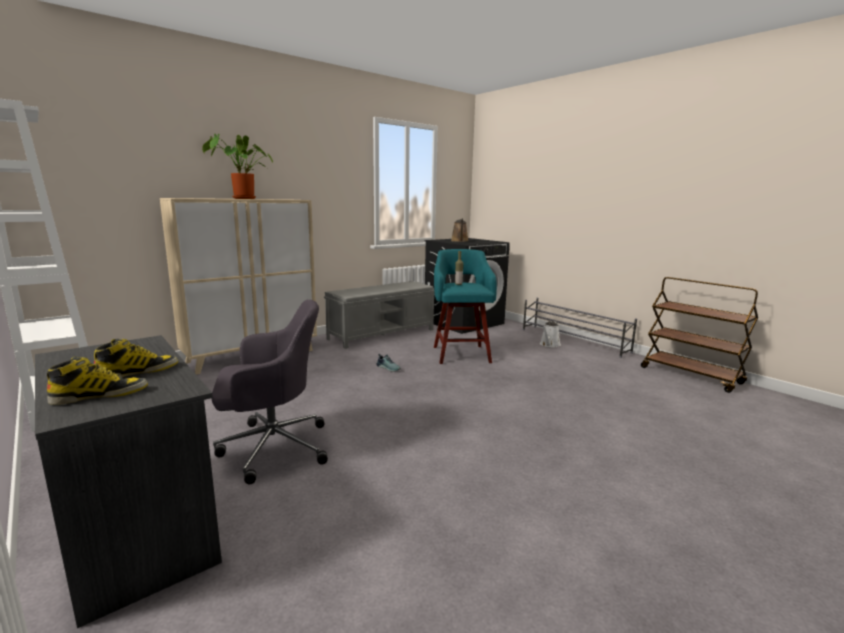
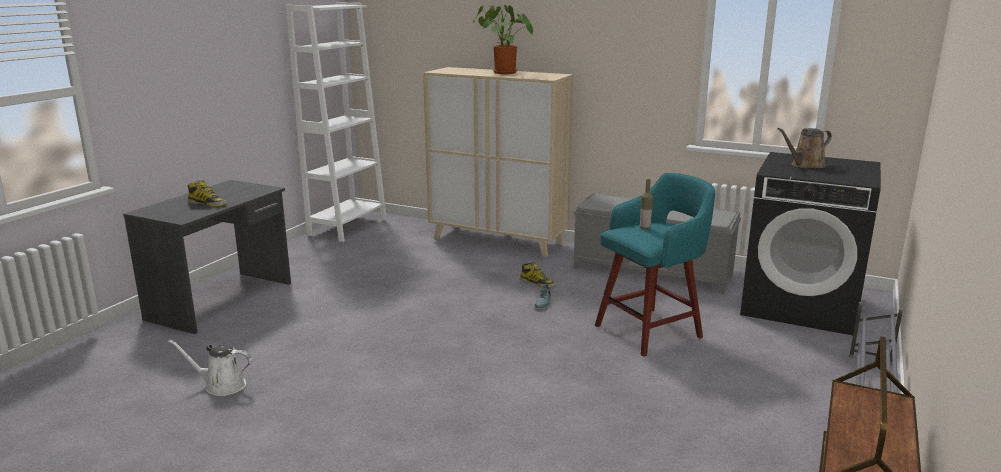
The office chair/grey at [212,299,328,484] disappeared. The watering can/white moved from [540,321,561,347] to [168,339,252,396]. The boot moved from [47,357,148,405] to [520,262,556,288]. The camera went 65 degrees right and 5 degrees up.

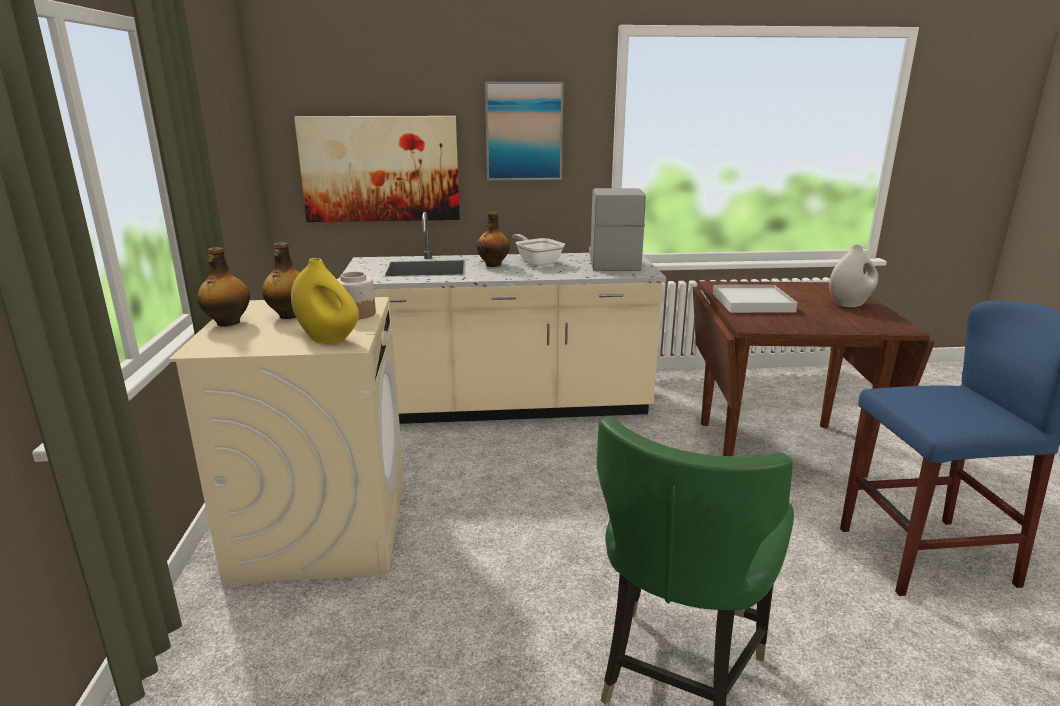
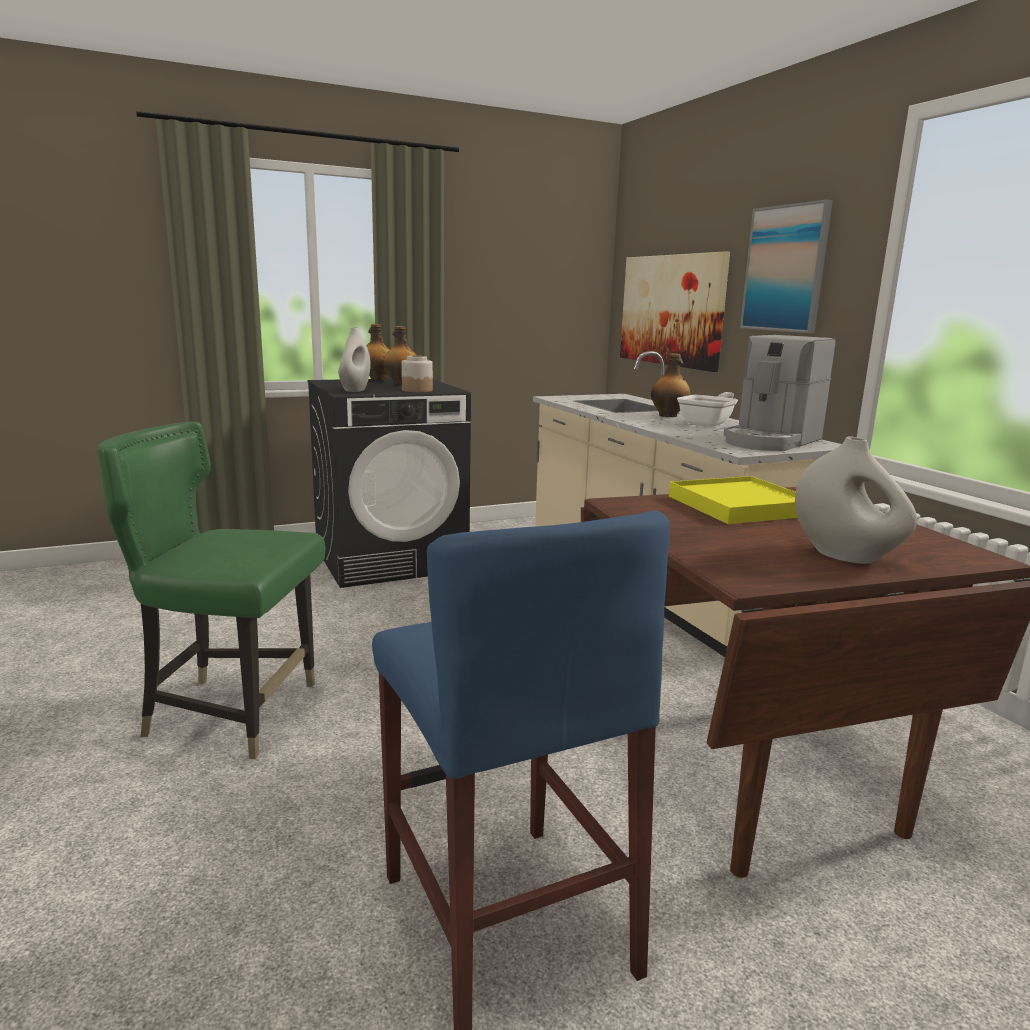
The coffee machine at [589,188,646,271] turned 150 degrees clockwise. The vase/yellow at [291,258,359,344] became the vase/white at [338,327,371,392]. The tray/white at [713,285,798,313] became the tray/yellow at [669,476,798,524]. The washing machine/beige at [169,297,404,584] became the washing machine/black at [307,379,471,588]. The camera went 70 degrees right and 5 degrees down.

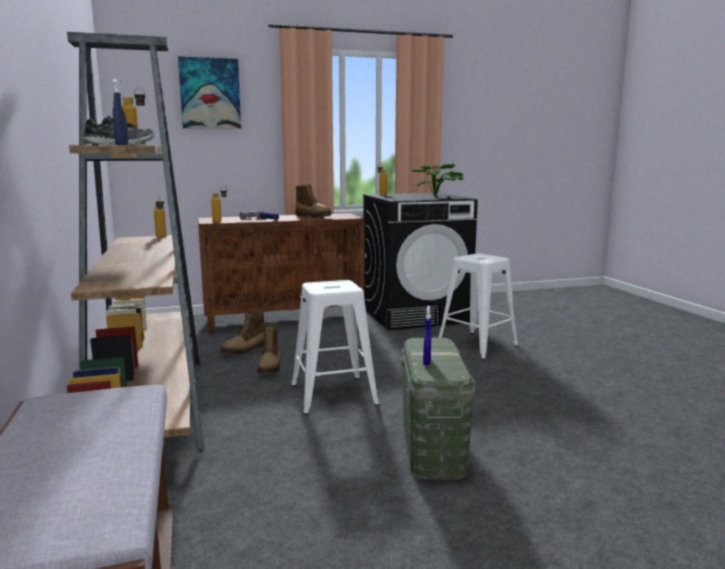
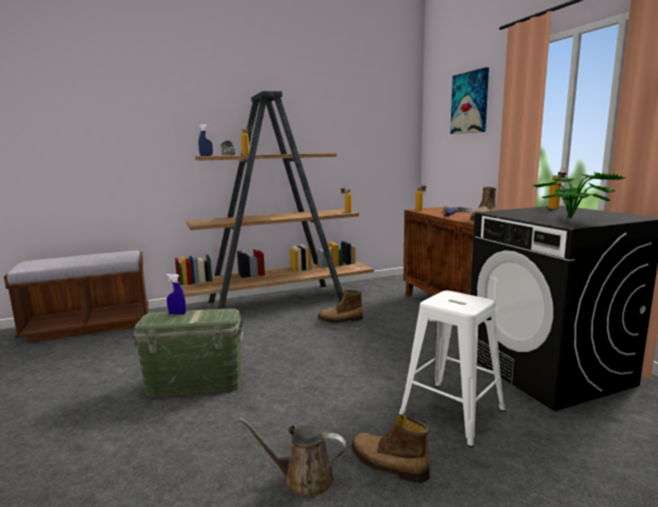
The stool/white at [291,280,380,415] disappeared. The boot moved from [220,311,265,355] to [351,414,430,483]. The watering can/brown at [239,418,347,498] appeared. The camera went 85 degrees right and 0 degrees up.

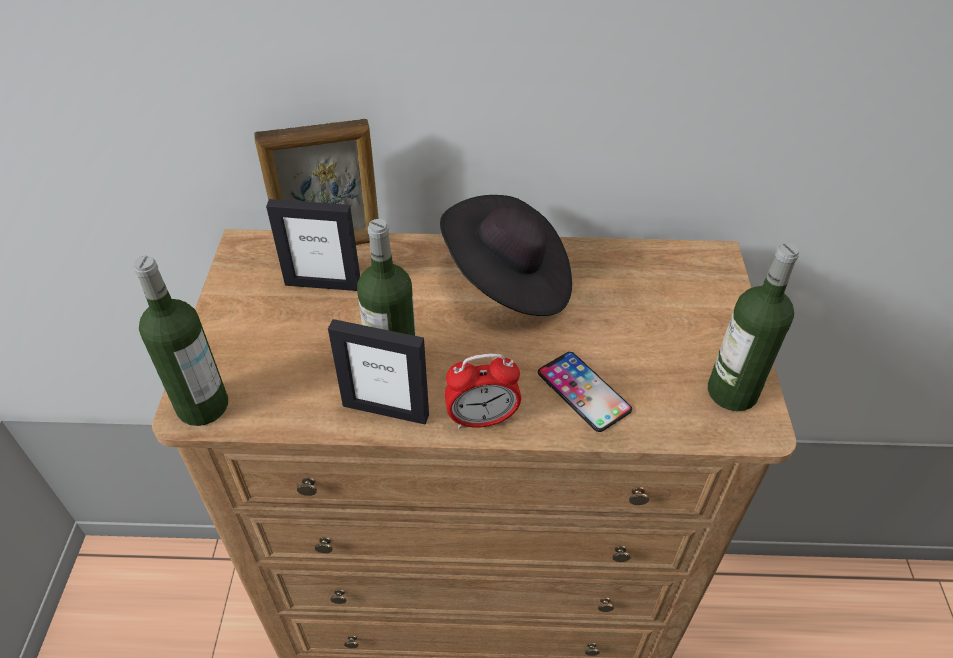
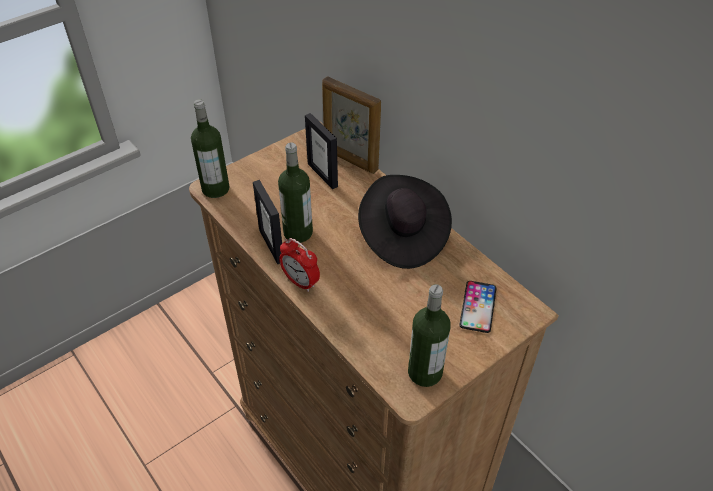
The phone moved from [538,352,632,432] to [459,281,497,333]. The camera went 50 degrees right and 0 degrees up.

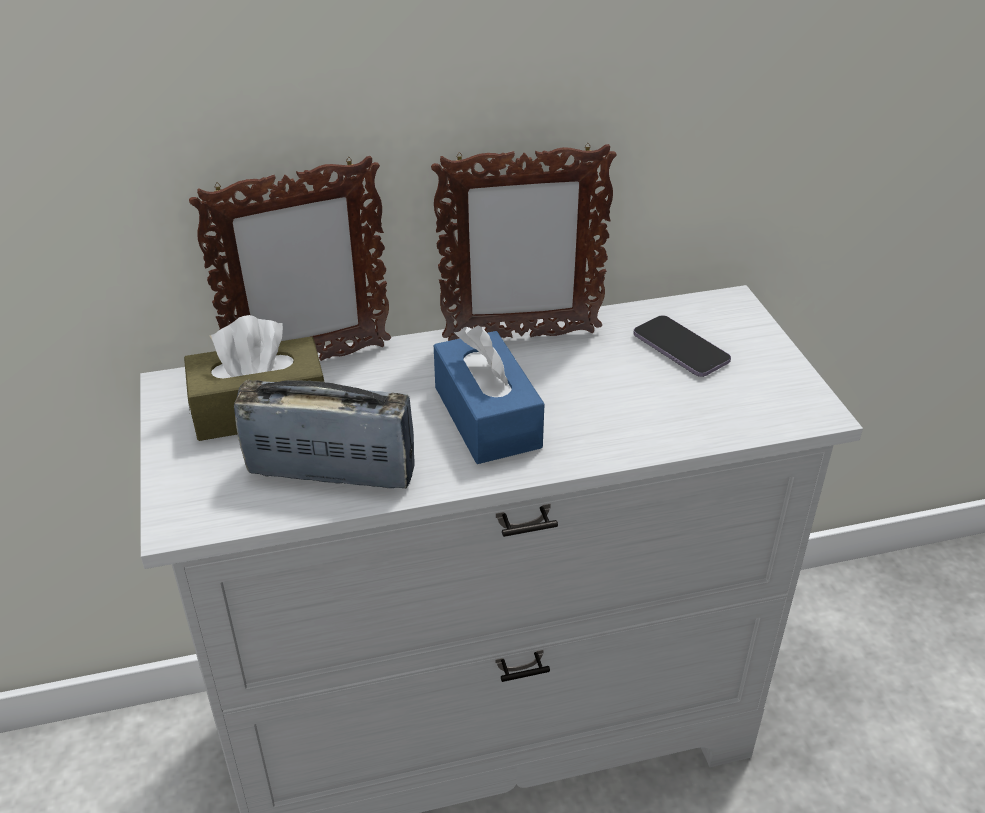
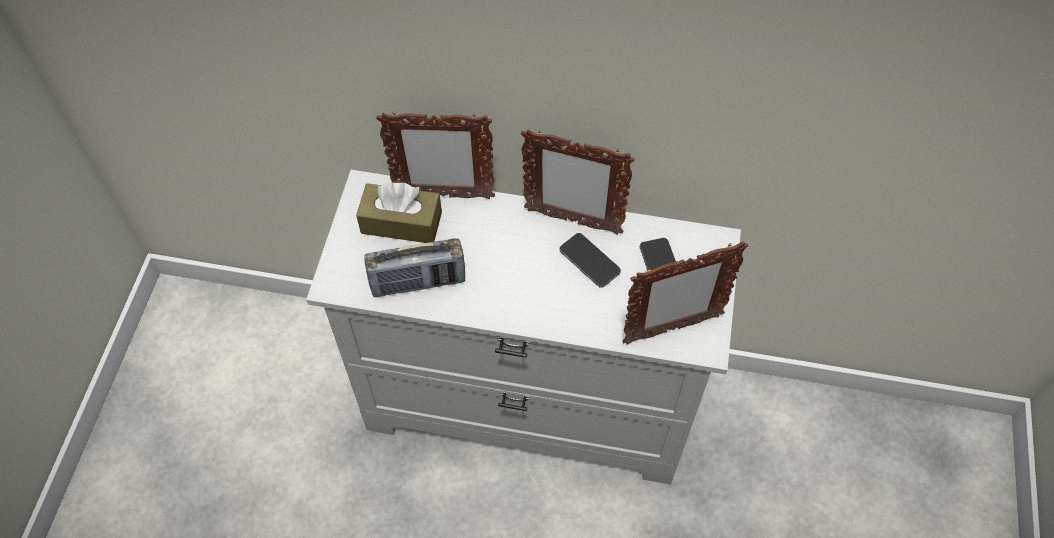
The tissue box/blue at [434,325,544,464] disappeared. The radio at [234,380,415,488] turned 135 degrees clockwise. The phone at [560,233,621,288] appeared. The picture frame at [622,241,748,345] appeared. The camera went 25 degrees right and 20 degrees up.

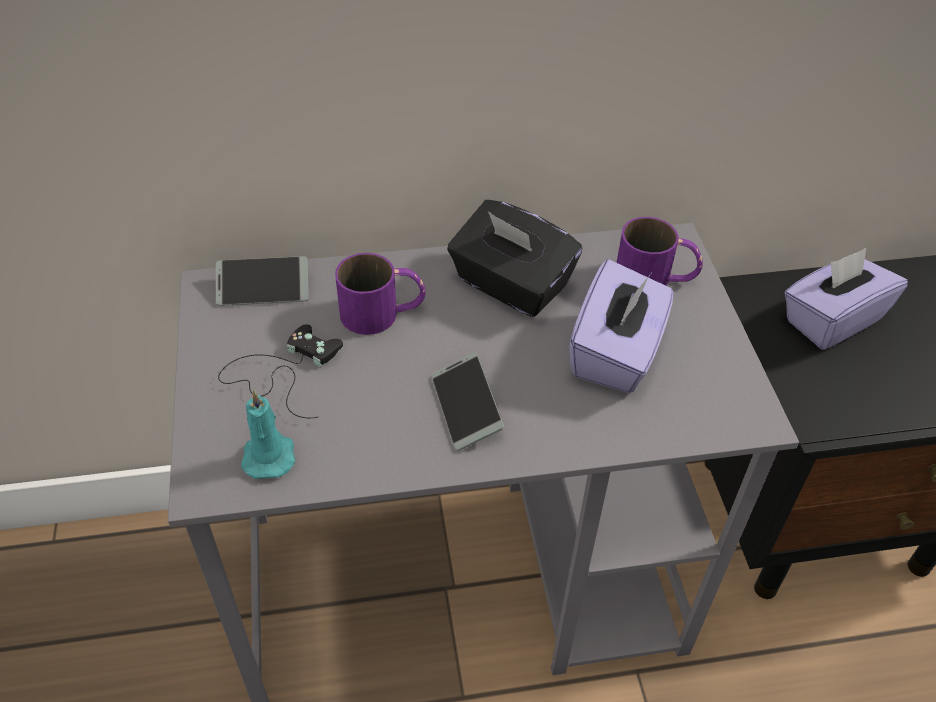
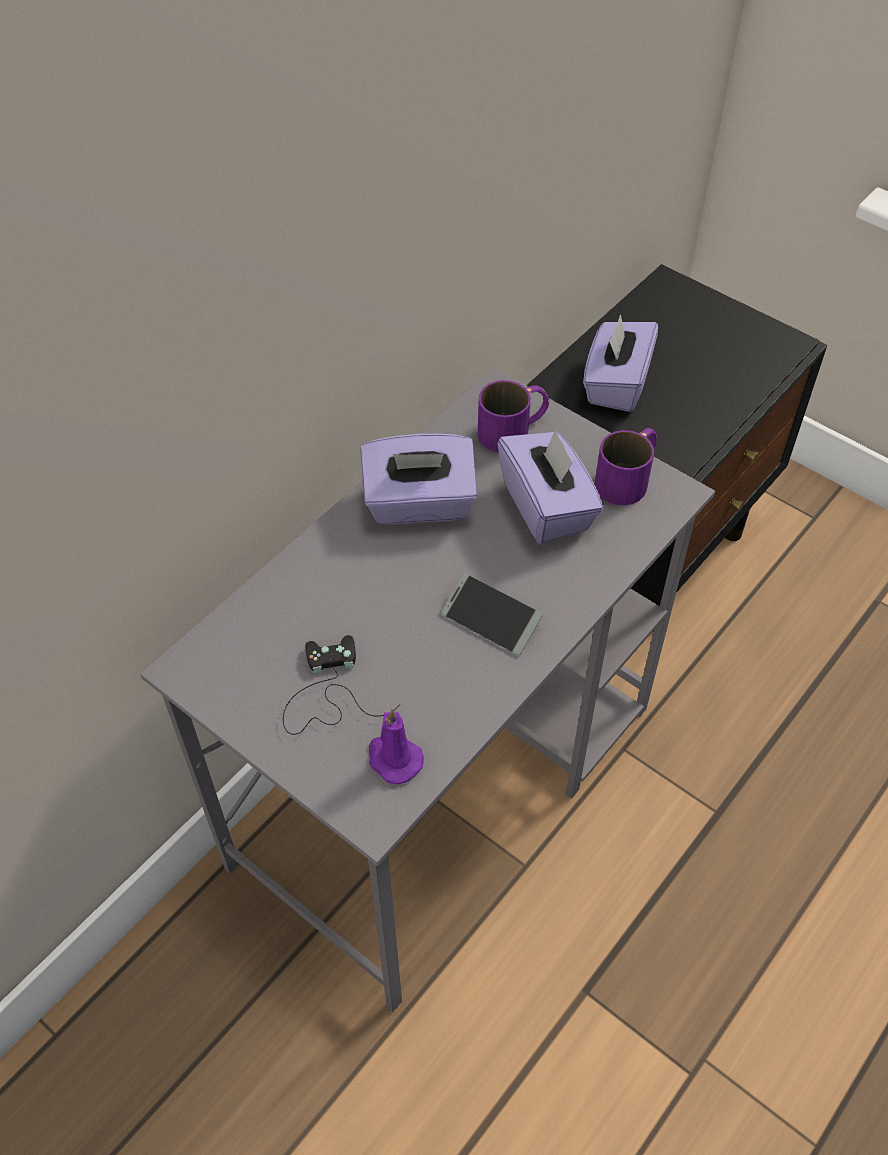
The tissue box/black at [447,200,582,317] became the tissue box/purple at [361,434,477,525]. The mug/purple moved from [335,253,426,335] to [595,428,657,505]. The phone at [216,256,309,306] disappeared. The candle/turquoise at [241,390,295,479] became the candle/purple at [369,709,424,784]. The camera went 40 degrees left and 5 degrees up.

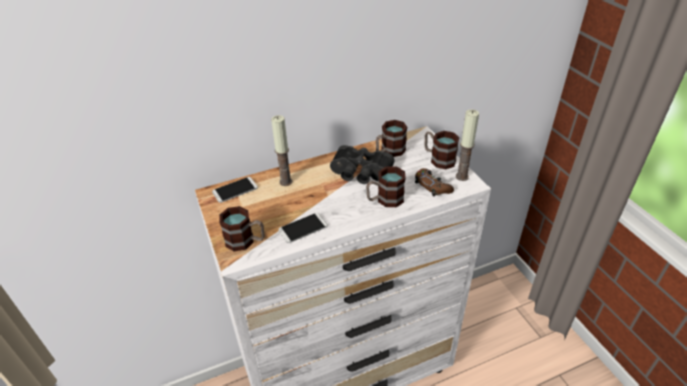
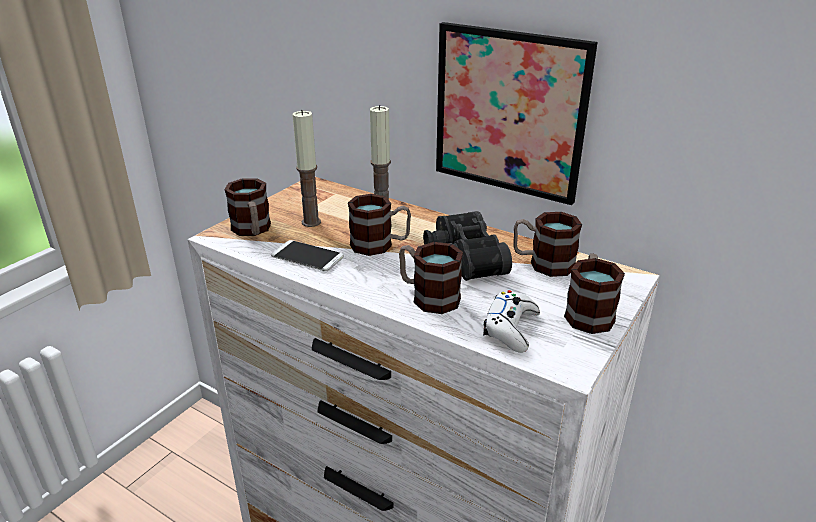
The candle moved from [456,109,479,181] to [292,110,321,227]. The game controller/brown at [415,168,454,197] became the game controller/white at [483,290,540,353]. The phone at [212,177,258,203] disappeared. The picture at [436,22,598,205] appeared. The mug at [348,194,411,256] appeared. The camera went 55 degrees right and 10 degrees down.

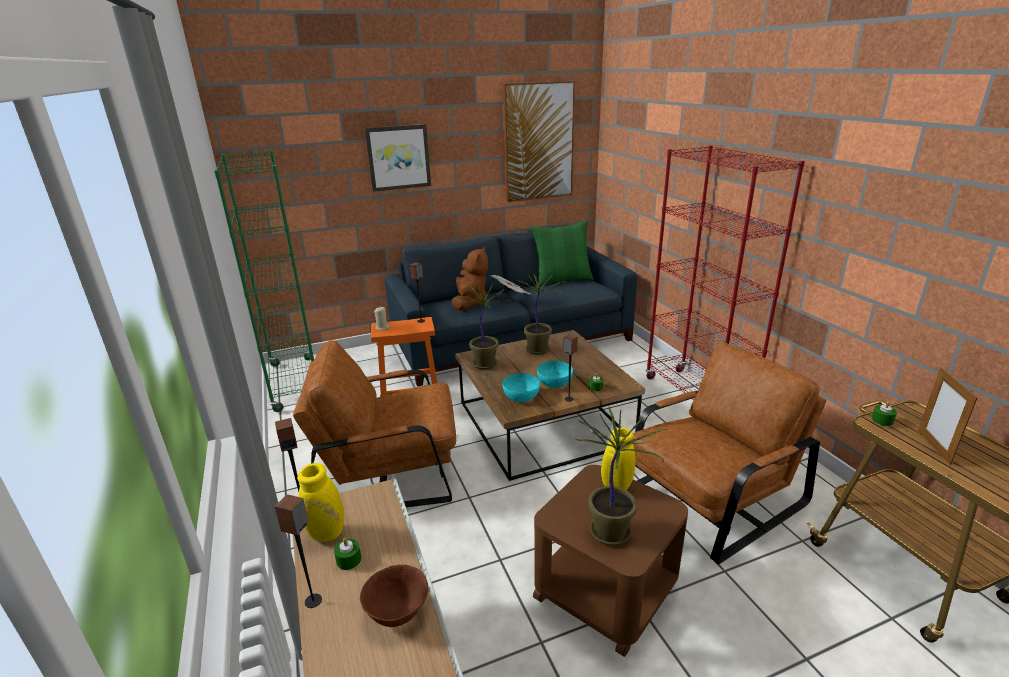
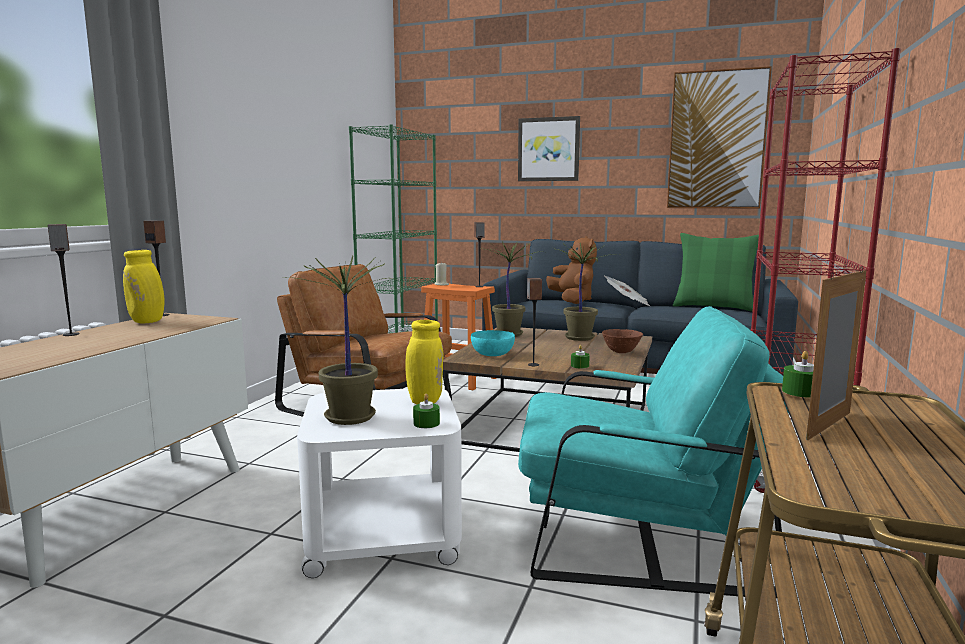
The plush toy/brown at [452,247,488,310] turned 60 degrees counterclockwise. The armchair/brown at [632,343,826,565] became the armchair/turquoise at [518,306,789,598]. The bowl/turquoise at [537,361,573,388] disappeared. The side table/brown at [533,465,688,657] became the side table/white at [297,388,462,578]. The candle/green moved from [334,538,362,570] to [413,393,440,428]. The bowl/brown moved from [360,564,428,627] to [602,329,643,353]. The camera went 40 degrees right and 15 degrees down.

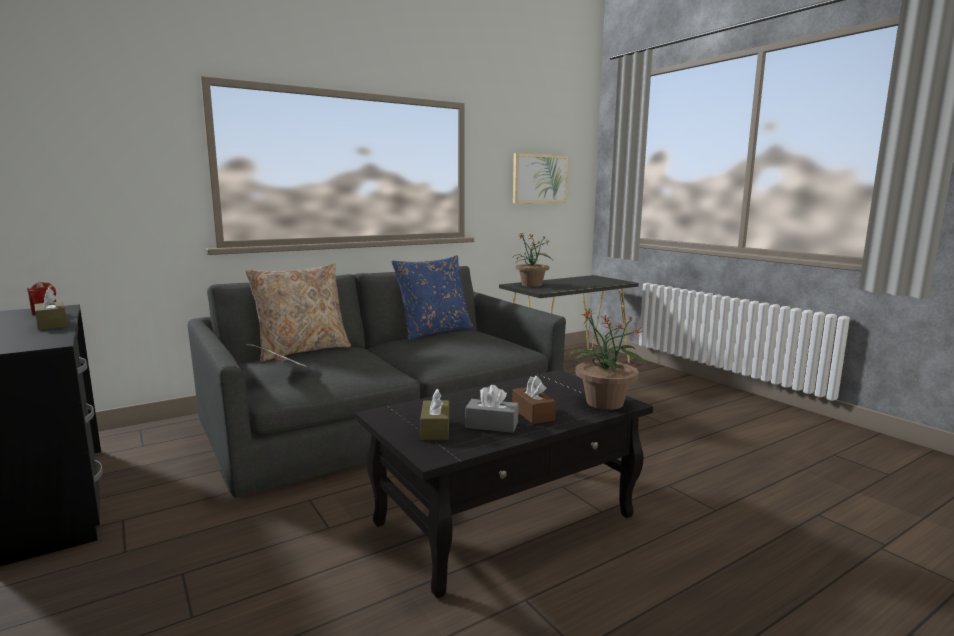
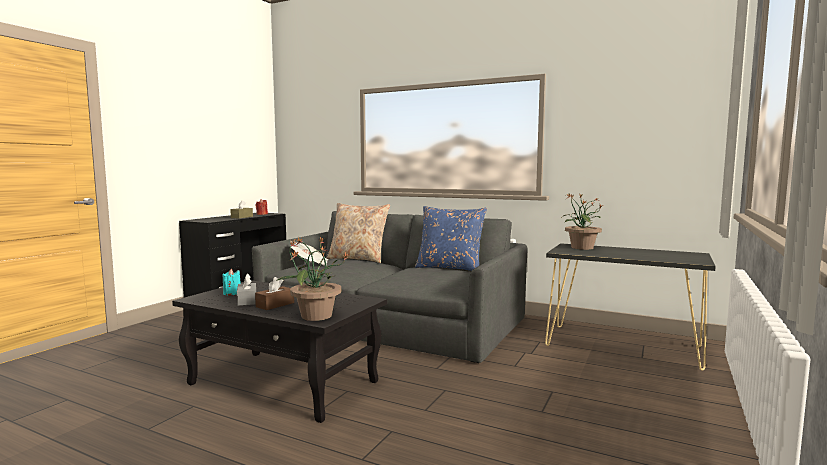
The picture at [513,153,568,203] disappeared. The tissue box/brown at [420,389,449,440] was replaced by the candle/turquoise at [222,269,241,296]. The camera went 60 degrees right and 5 degrees down.

